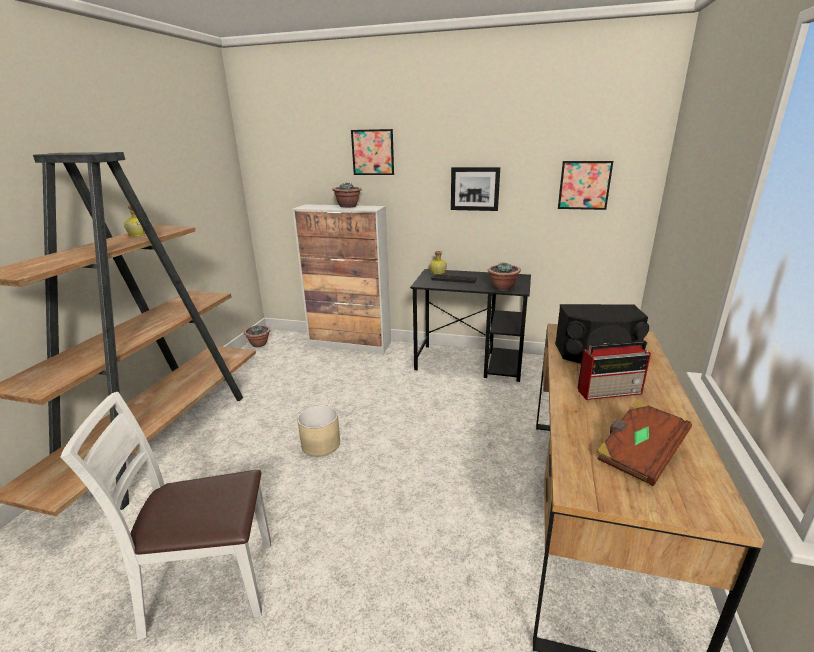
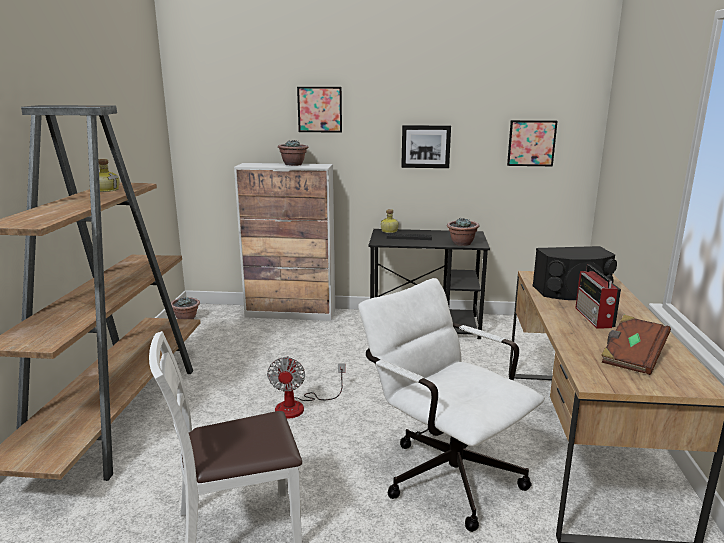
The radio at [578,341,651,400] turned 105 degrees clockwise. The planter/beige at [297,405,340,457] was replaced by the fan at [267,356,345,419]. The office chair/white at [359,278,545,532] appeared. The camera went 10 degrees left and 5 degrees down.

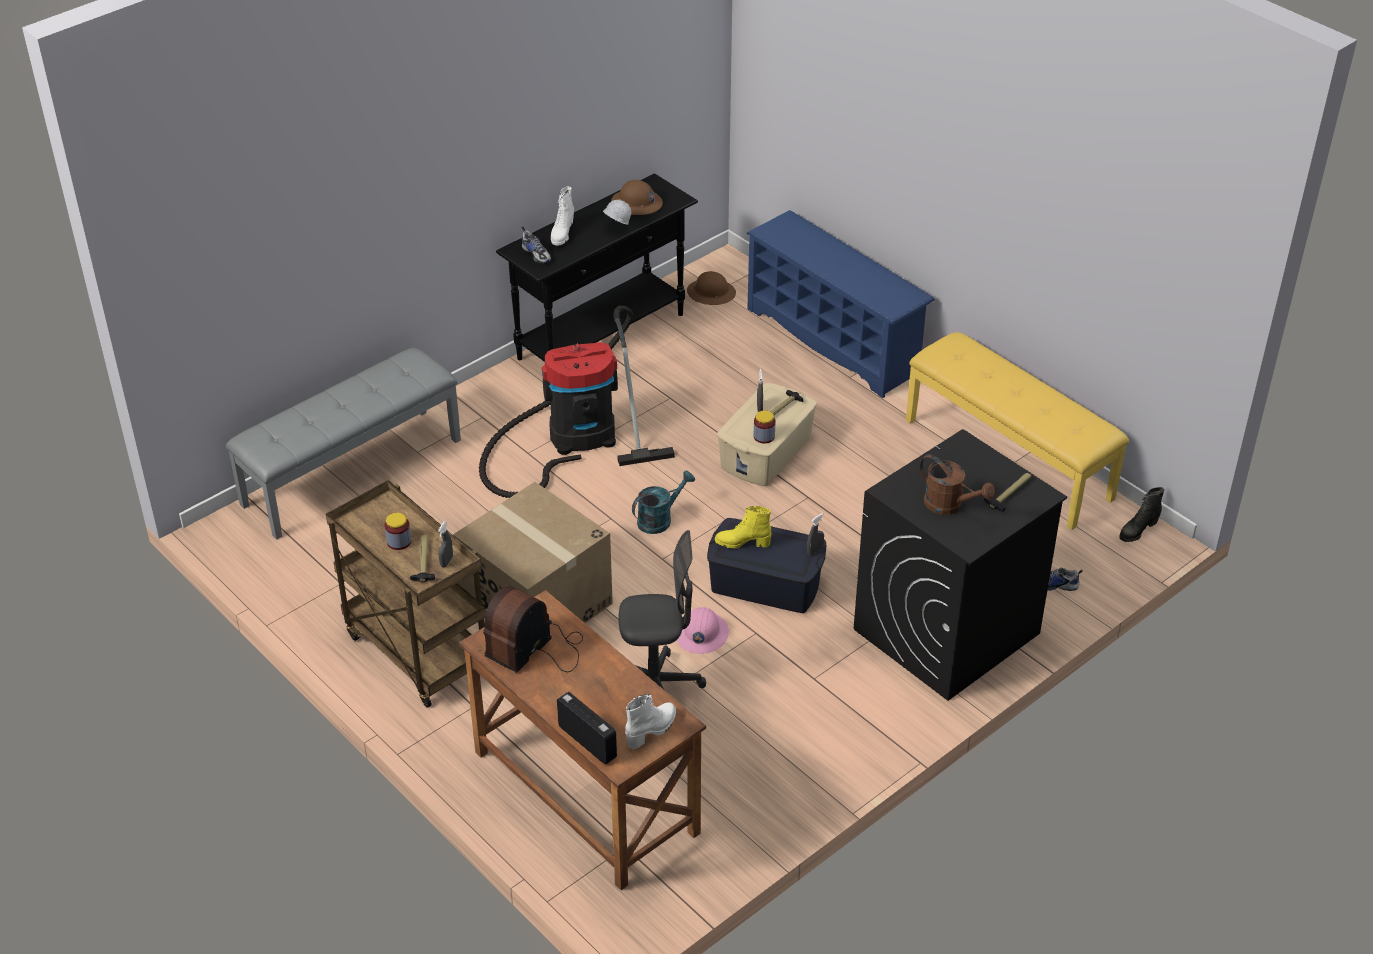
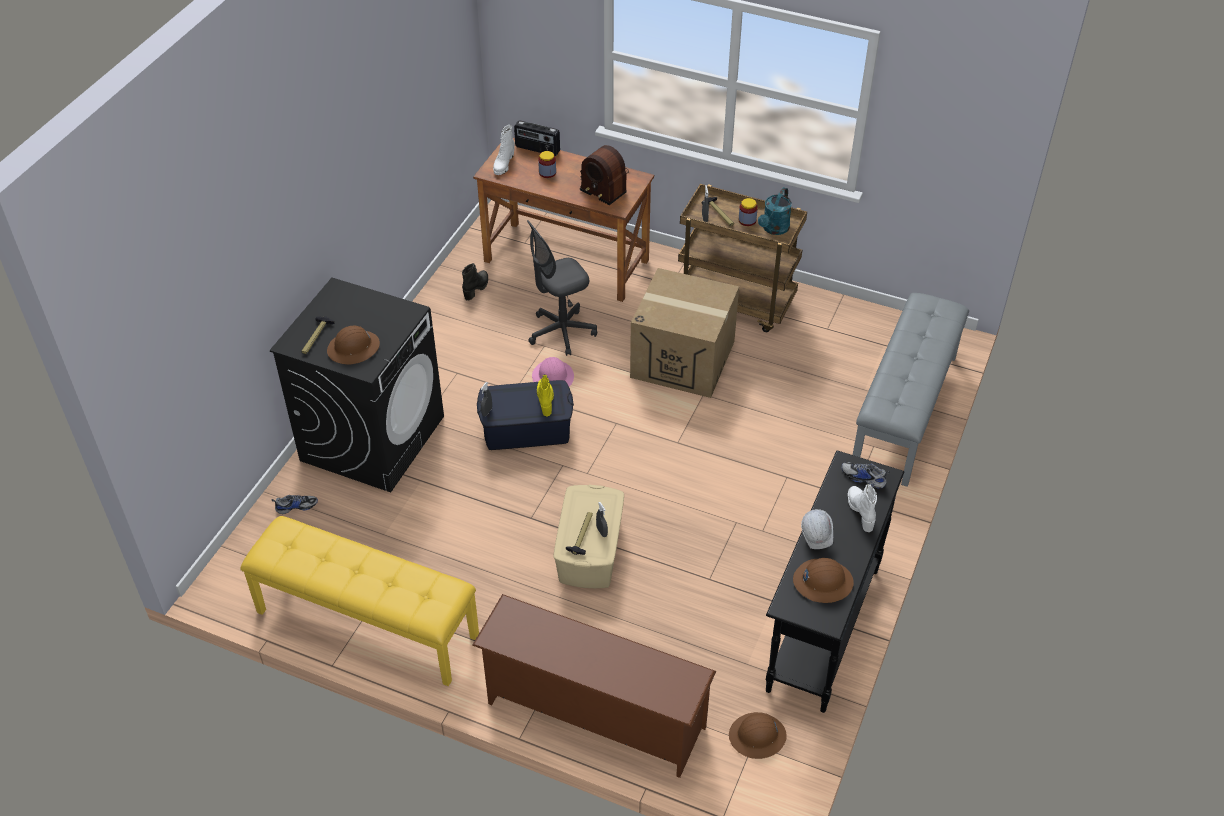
The shoe rack/blue at [746,210,935,398] became the shoe rack/brown at [472,594,716,778]. The vacuum cleaner at [479,306,675,498] disappeared. The jar moved from [754,410,775,444] to [538,151,556,178]. The watering can/brown at [920,454,995,515] disappeared. The watering can/turquoise moved from [632,470,695,534] to [758,187,792,235]. The boot/black moved from [1119,487,1164,542] to [462,263,488,301]. The boot/yellow at [715,506,772,549] turned 75 degrees counterclockwise. The radio at [483,585,583,673] turned 120 degrees clockwise. The hard hat/brown at [327,326,380,364] appeared. The camera went 155 degrees right and 5 degrees up.

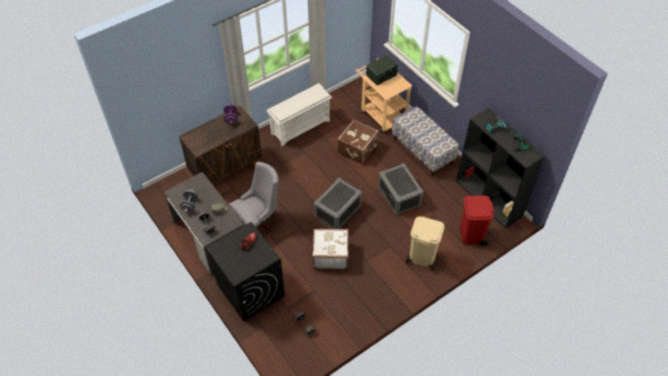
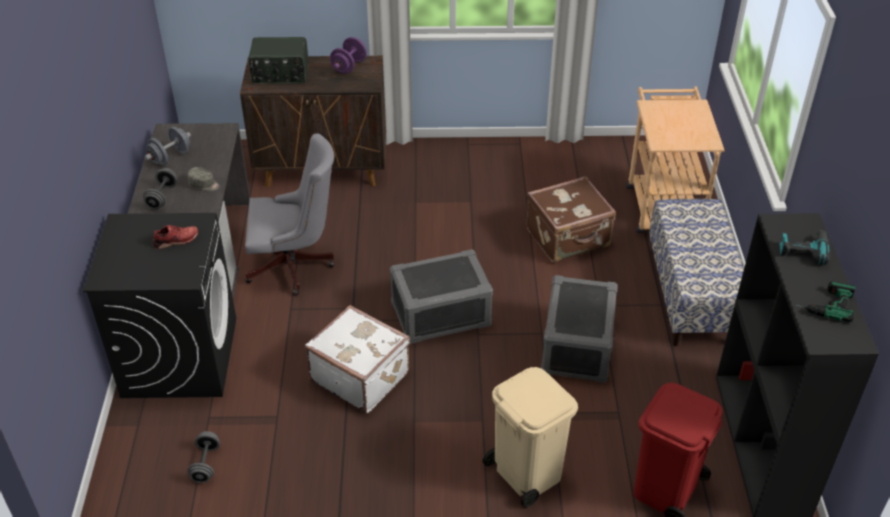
The radio moved from [366,55,398,85] to [248,37,309,84]. The shoe rack/white at [267,83,332,146] disappeared. The camera went 35 degrees right and 10 degrees down.

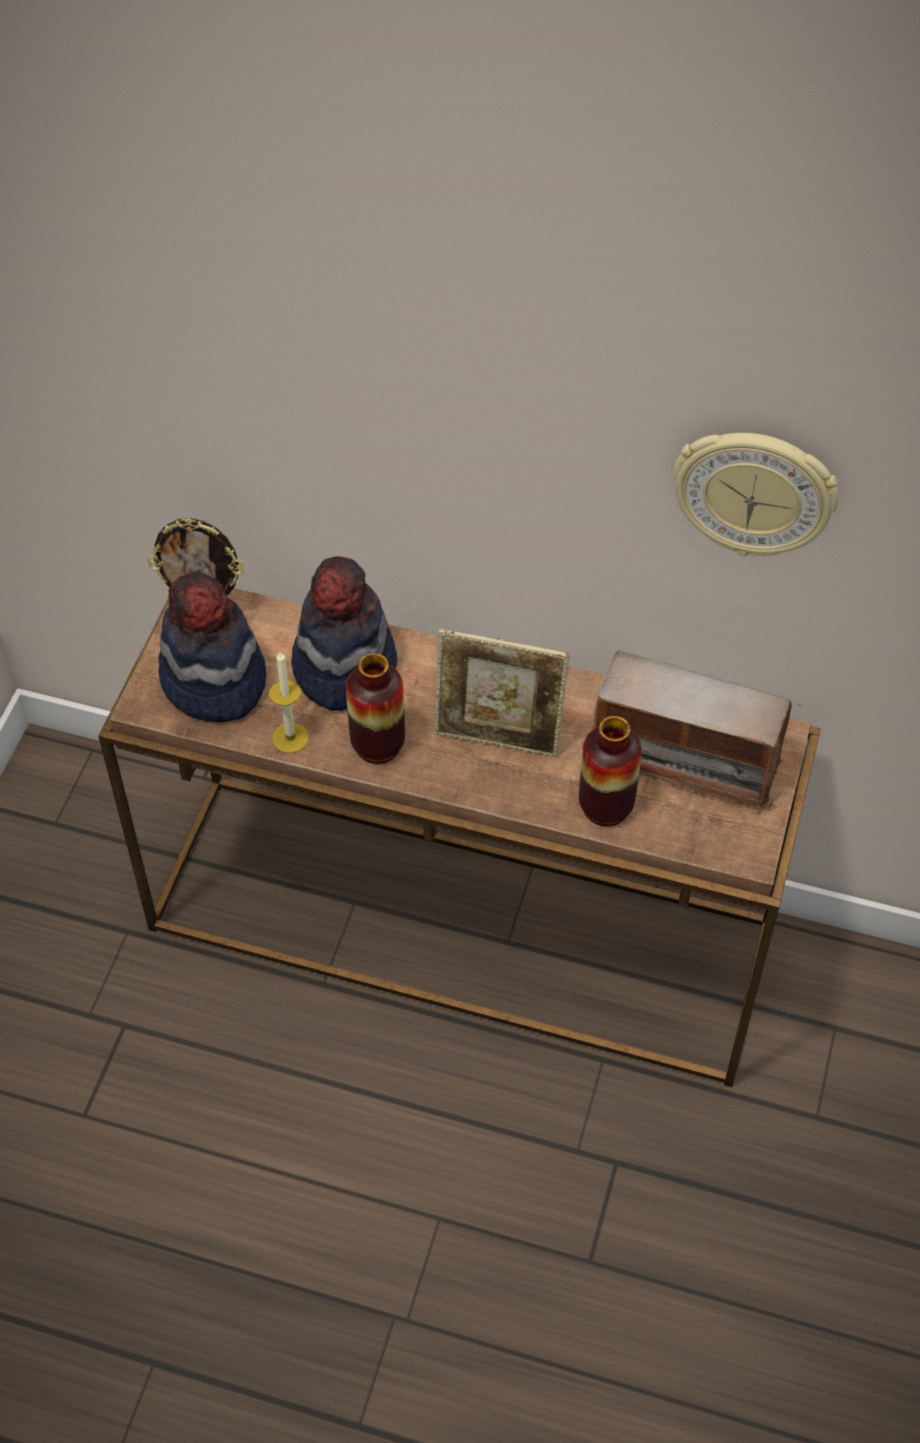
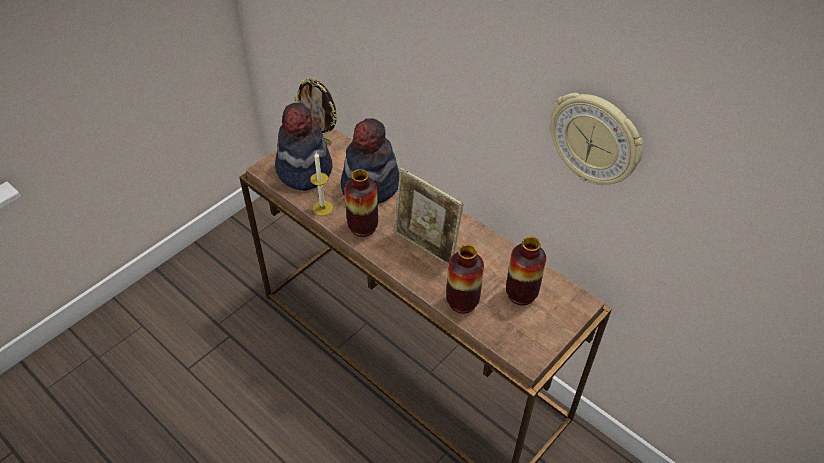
The radio at [581,650,801,813] was replaced by the vase at [506,236,546,305]. The camera went 25 degrees right and 5 degrees down.

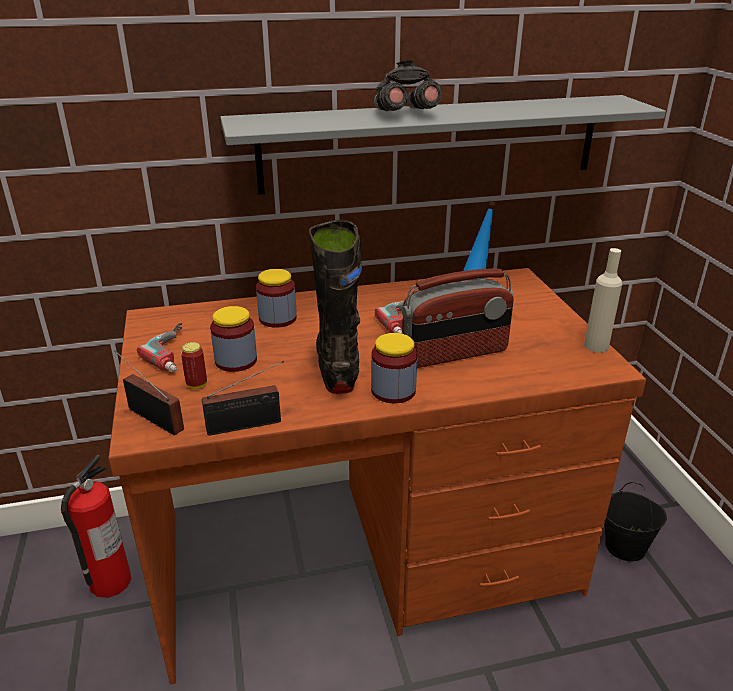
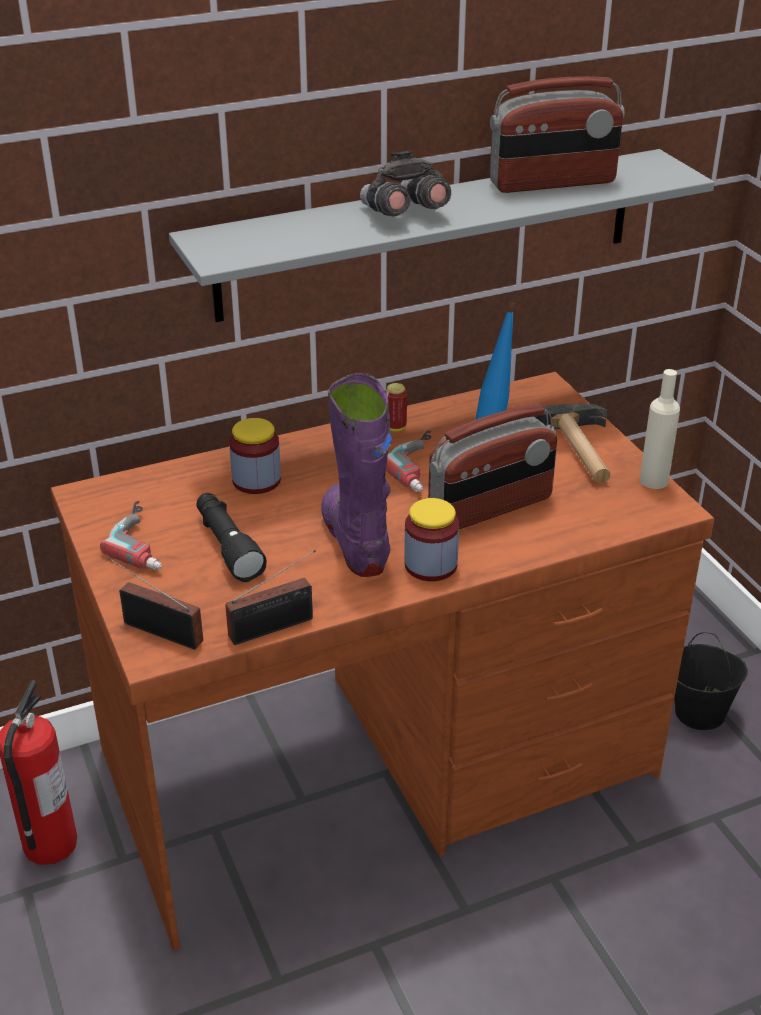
The boot/black at [309,220,362,394] became the boot/purple at [321,373,392,577]. The jar at [210,306,257,372] was replaced by the flashlight/black at [197,493,267,582]. The can moved from [181,342,207,389] to [385,383,407,432]. The radio at [490,76,625,193] appeared. The hammer at [533,404,611,483] appeared. The camera went 10 degrees left and 5 degrees up.

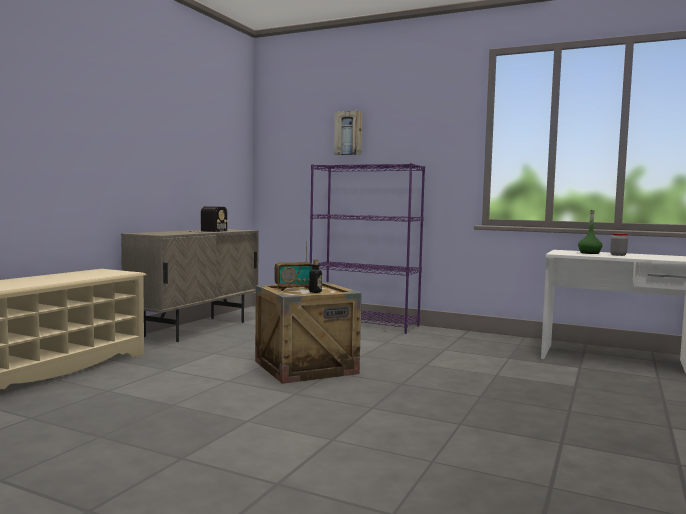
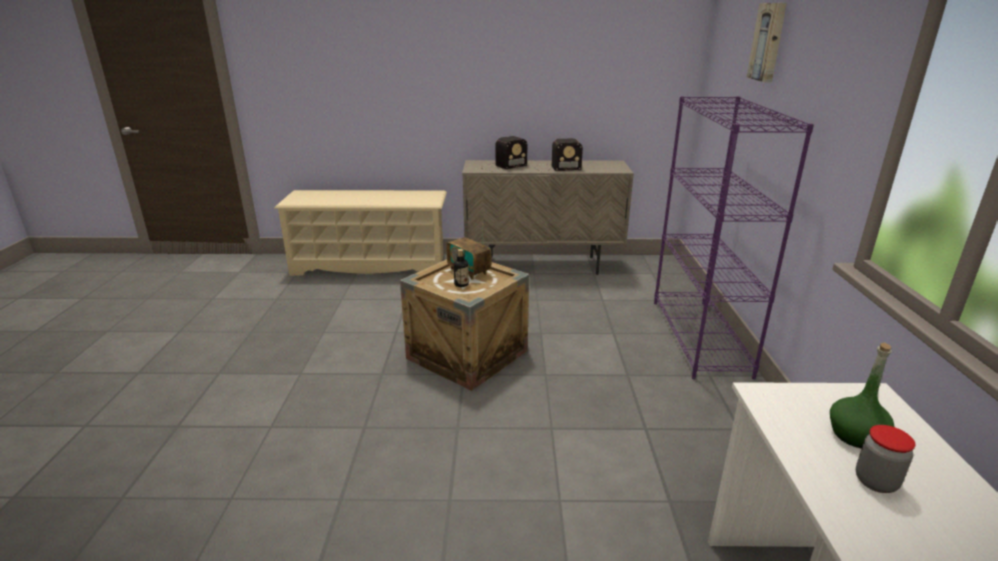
The radio at [480,136,528,171] appeared. The camera went 65 degrees right and 20 degrees up.

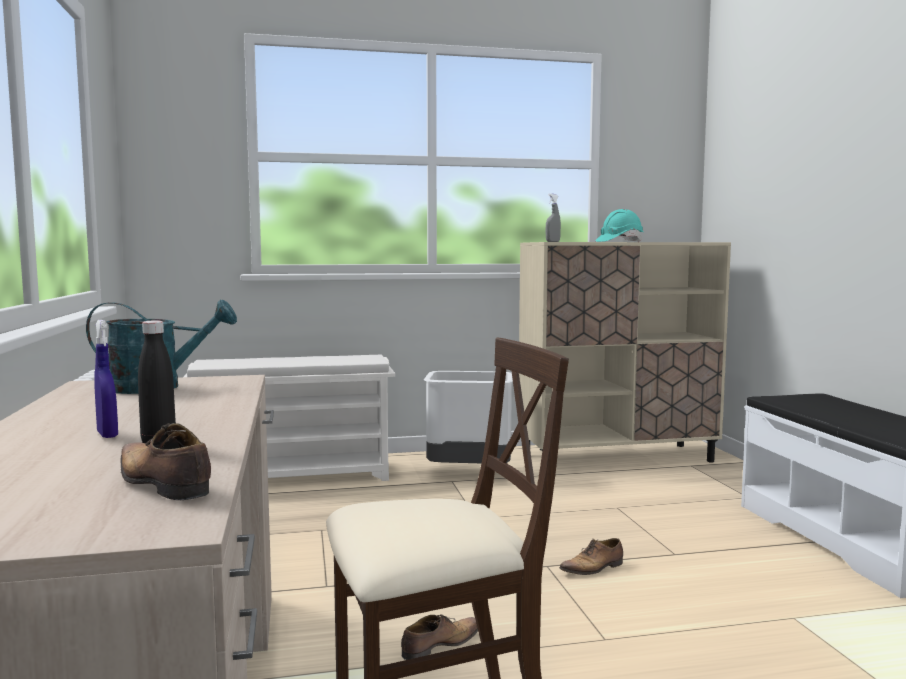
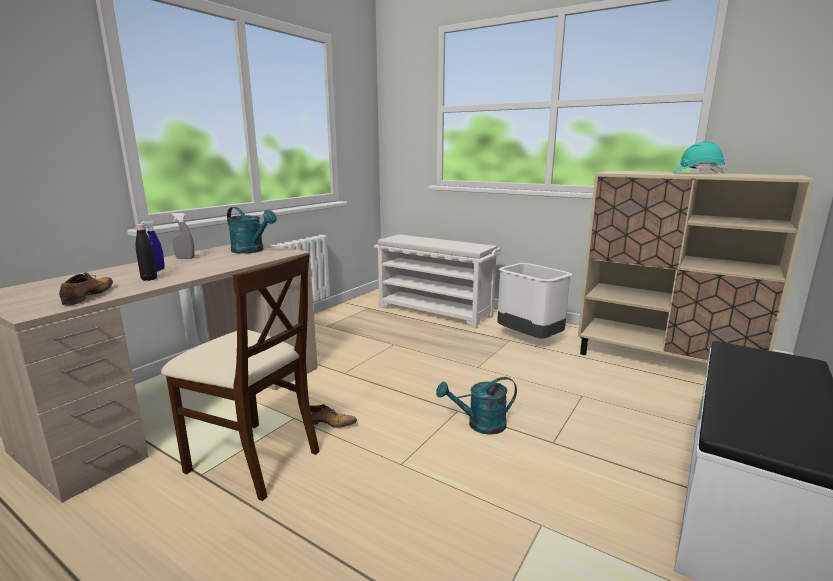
The spray bottle/grey moved from [546,193,561,242] to [171,213,195,259]. The shoe at [559,538,623,575] was replaced by the watering can/turquoise at [436,377,517,435]. The camera went 45 degrees right and 10 degrees up.

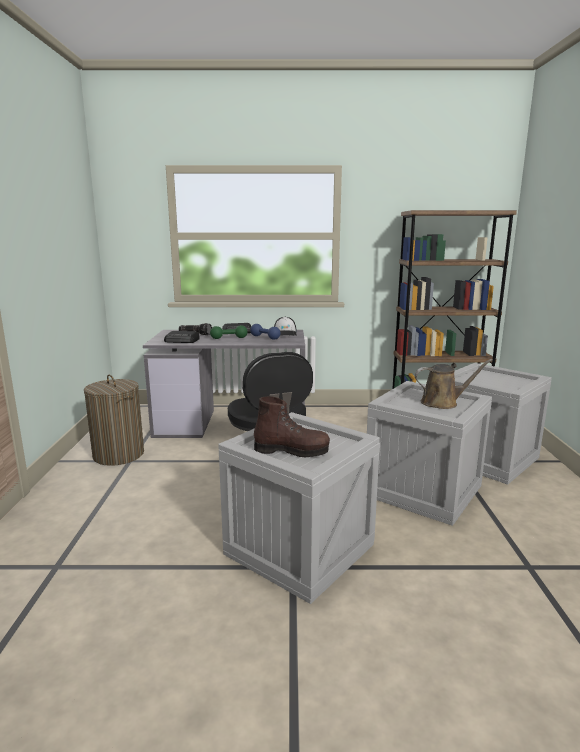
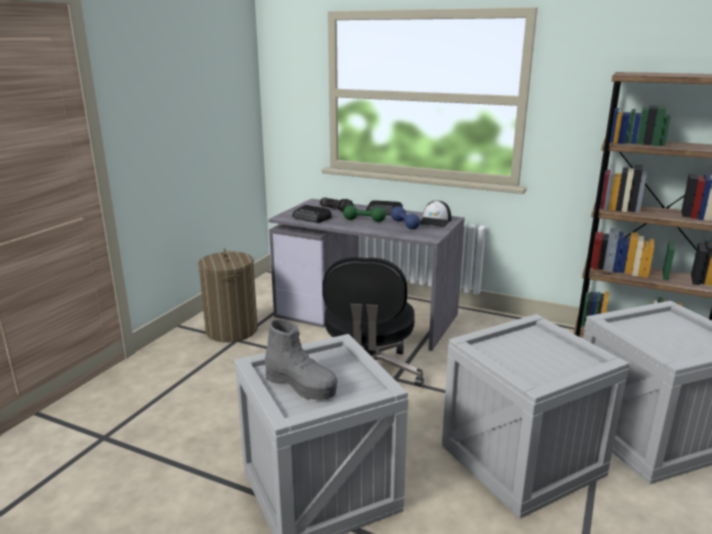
The watering can/brown at [415,359,493,409] disappeared. The boot/brown at [254,396,330,457] became the boot/grey at [264,320,337,400]. The camera went 25 degrees right and 5 degrees up.

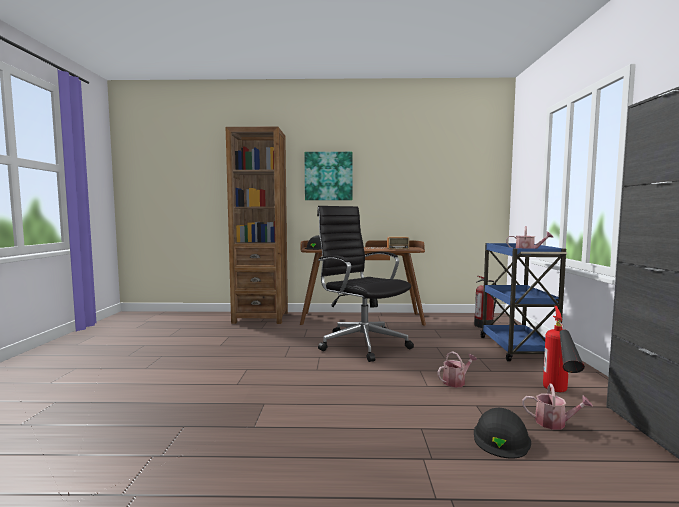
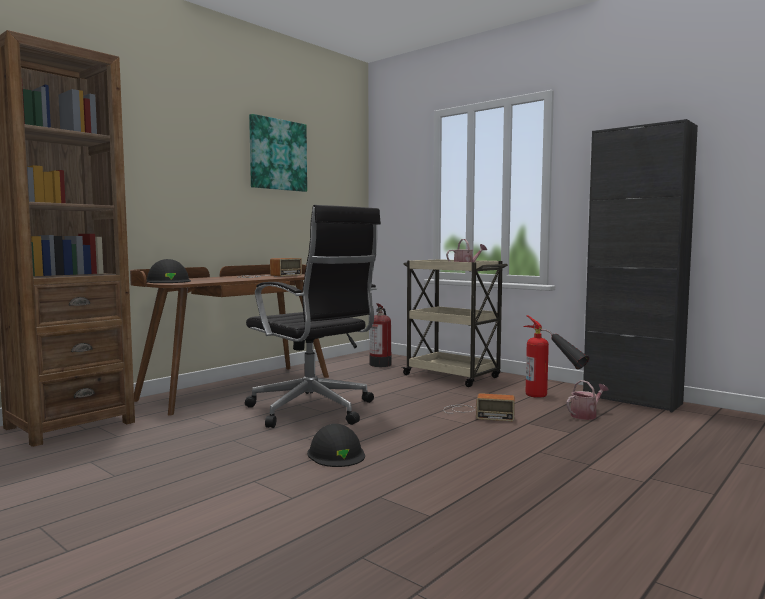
The picture moved from [305,152,353,200] to [249,114,307,192]. The office chair/black at [317,206,414,362] turned 135 degrees counterclockwise. The cart/blue at [481,243,567,361] became the cart/beige at [401,259,508,387]. The watering can at [437,351,477,388] was replaced by the radio at [444,393,515,421]. The hard hat/black moved from [474,408,531,459] to [307,424,365,467]. The camera went 50 degrees left and 0 degrees up.

